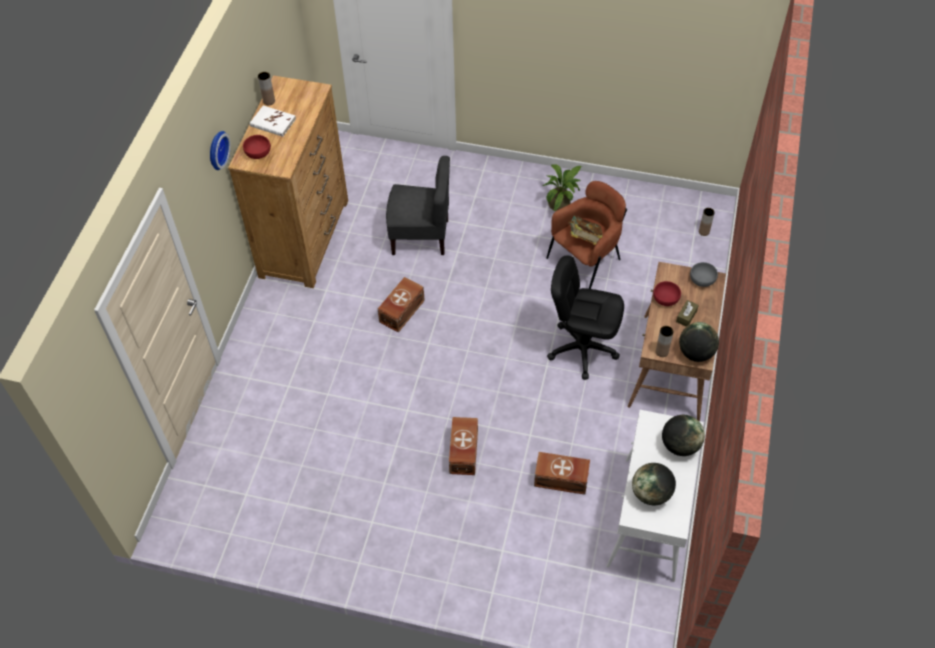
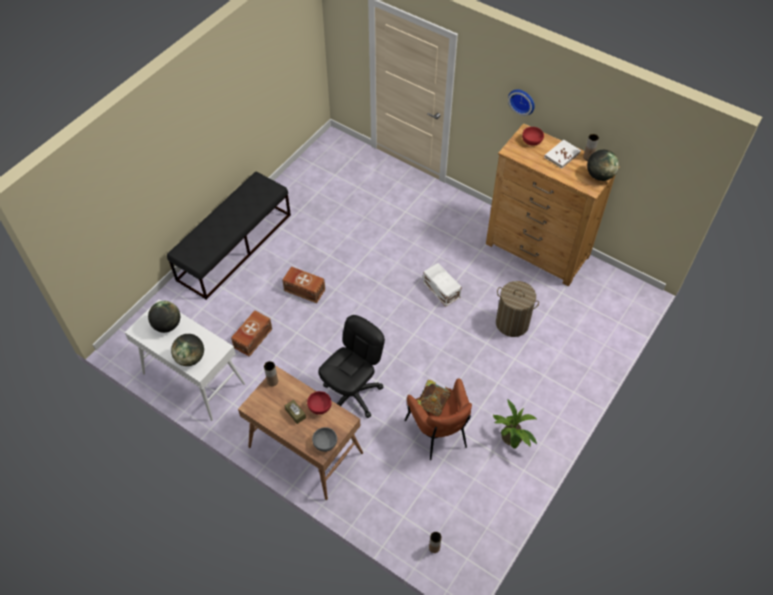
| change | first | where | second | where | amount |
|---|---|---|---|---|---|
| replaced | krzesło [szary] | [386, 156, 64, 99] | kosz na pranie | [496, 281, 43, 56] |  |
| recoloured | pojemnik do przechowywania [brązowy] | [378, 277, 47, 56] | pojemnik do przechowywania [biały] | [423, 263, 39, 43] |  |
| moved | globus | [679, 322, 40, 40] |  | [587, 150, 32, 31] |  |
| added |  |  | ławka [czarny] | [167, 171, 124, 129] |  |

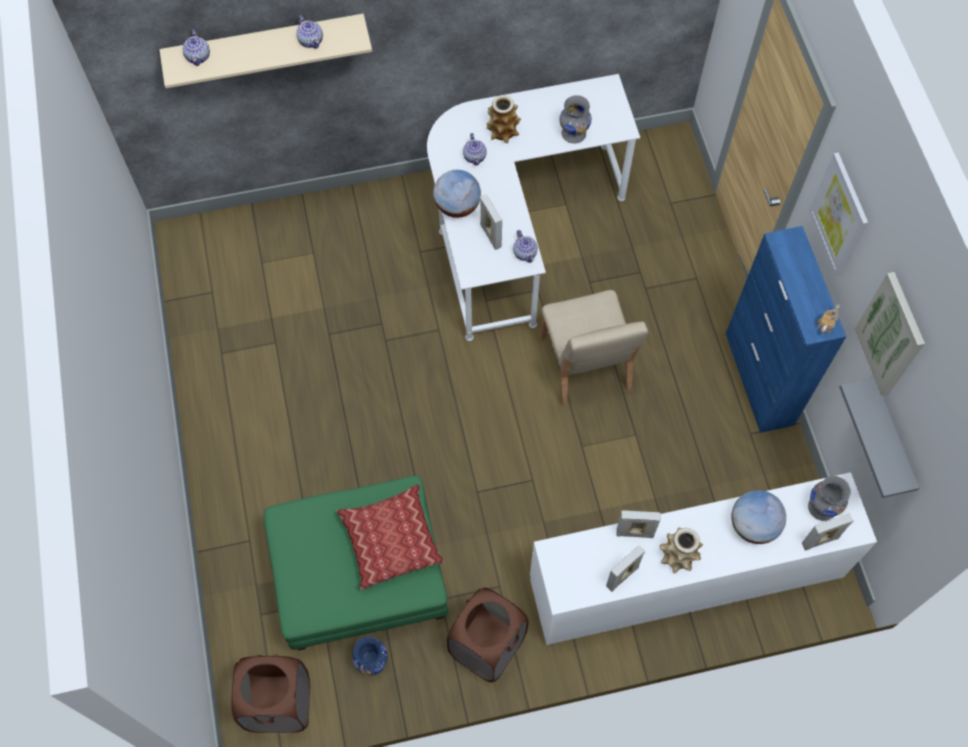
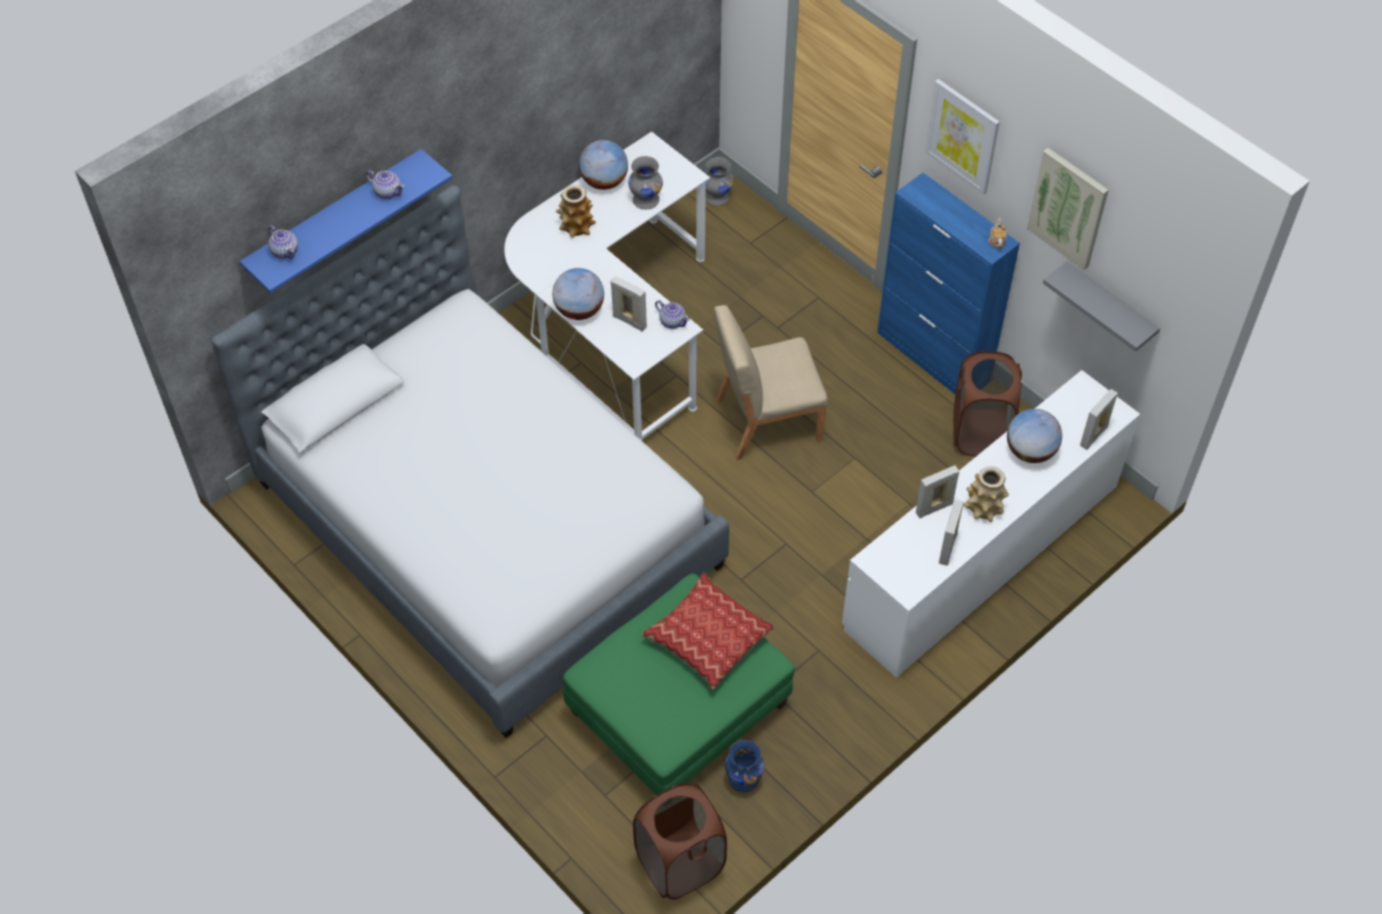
| change | first | where | second | where | amount |
|---|---|---|---|---|---|
| recoloured | półka [beżowy] | [159, 14, 213, 74] | półka [niebieski] | [239, 149, 213, 144] |  |
| removed | imbryk | [463, 133, 23, 33] |  |  |  |
| turned | krzesło [beżowy] | [540, 290, 108, 117] |  | [714, 305, 114, 155] | 120 degrees clockwise |
| moved | wazon [szary] | [808, 476, 43, 45] |  | [705, 157, 29, 49] |  |
| moved | kosz na pranie [brązowy] | [447, 588, 82, 94] |  | [953, 351, 69, 106] |  |
| added |  |  | globus | [579, 140, 49, 50] |  |
| added |  |  | łóżko | [211, 185, 518, 553] |  |

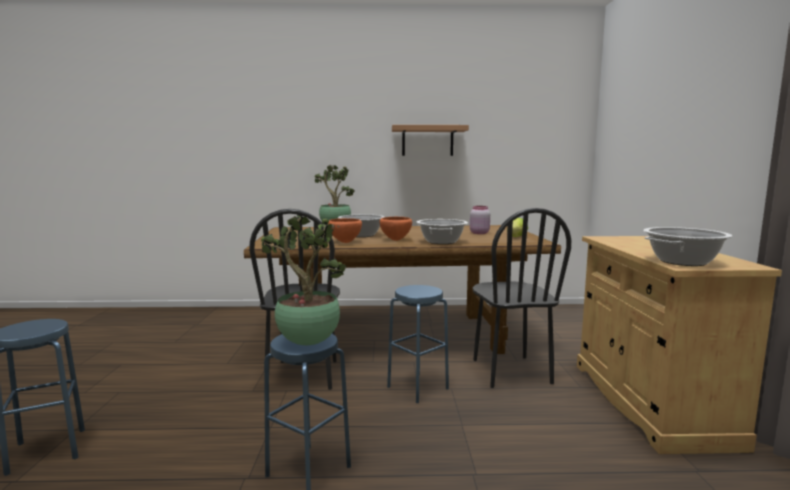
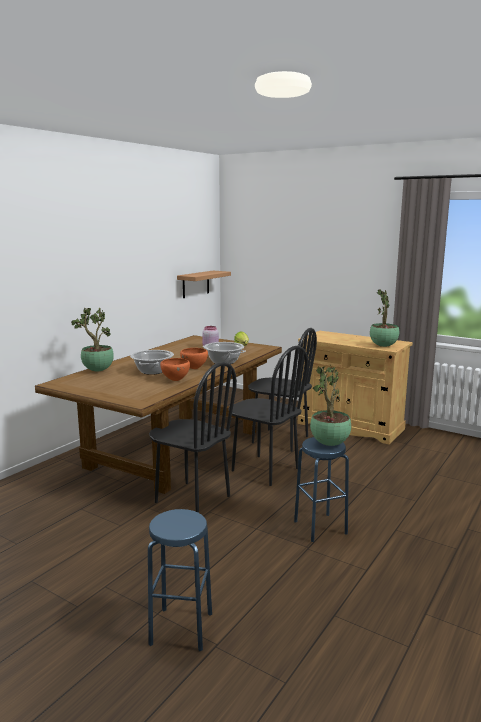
| change | first | where | second | where | amount |
|---|---|---|---|---|---|
| moved | półka | [392, 125, 77, 31] |  | [177, 271, 54, 27] |  |
| replaced | garnek | [643, 227, 89, 39] | roślina doniczkowa | [370, 289, 29, 58] |  |
| replaced | stołek [niebieski] | [387, 285, 62, 118] | krzesło [czarny] | [229, 346, 79, 140] |  |

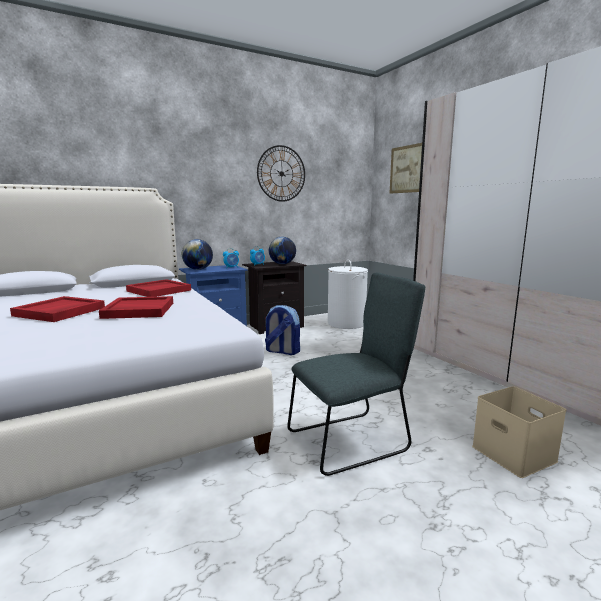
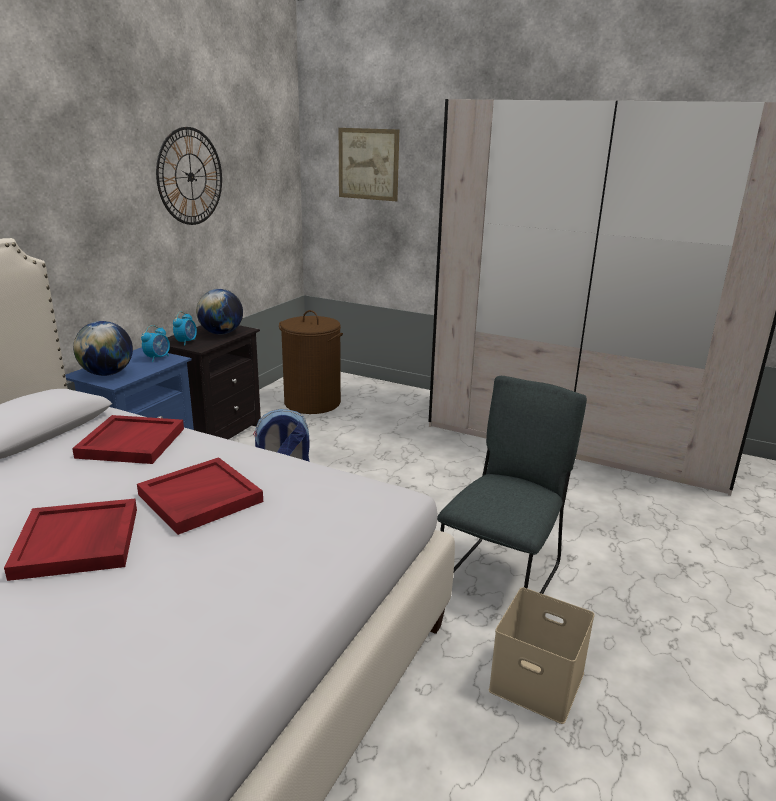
| change | first | where | second | where | amount |
|---|---|---|---|---|---|
| recoloured | kosz na pranie [biały] | [328, 260, 40, 69] | kosz na pranie [brązowy] | [279, 310, 64, 104] |  |
| moved | pojemnik do przechowywania [beżowy] | [472, 386, 95, 92] |  | [489, 587, 106, 137] |  |

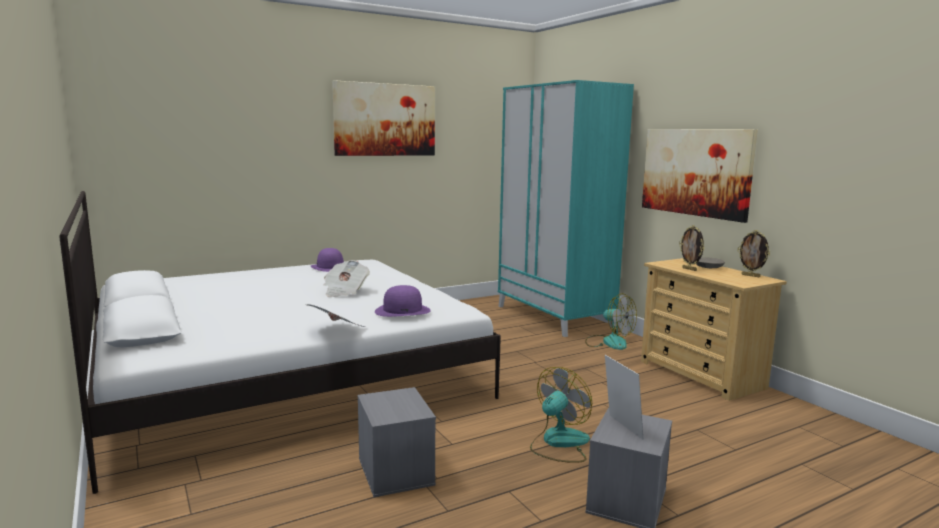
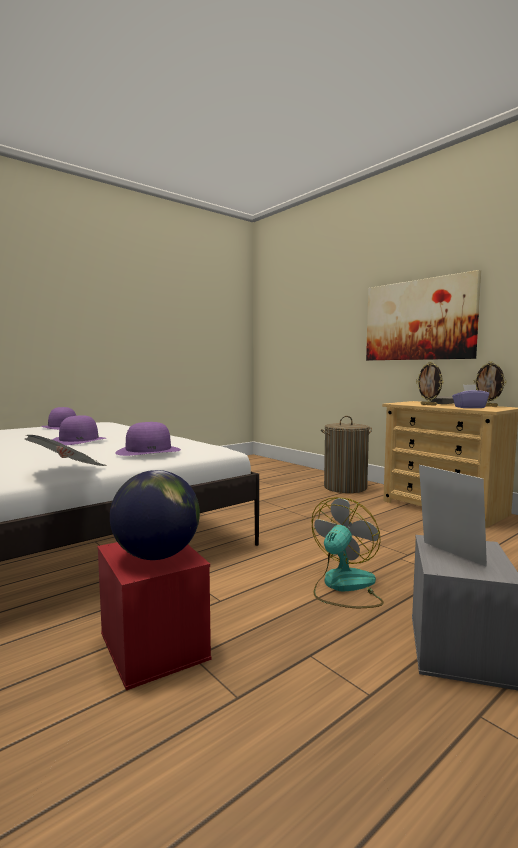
| change | first | where | second | where | amount |
|---|---|---|---|---|---|
| removed | obraz | [332, 80, 103, 76] |  |  |  |
| removed | szafa [turkusowy] | [498, 80, 136, 257] |  |  |  |
| replaced | gazeta | [324, 260, 46, 37] | kapelusz [fioletowy] | [52, 415, 54, 30] |  |
| replaced | wentylator | [585, 293, 52, 57] | kosz na pranie | [321, 416, 51, 77] |  |
| recoloured | pojemnik do przechowywania [szary] | [357, 387, 79, 110] | pojemnik do przechowywania [czerwony] | [97, 542, 115, 148] |  |
| added |  |  | pudełko chusteczek [fioletowy] | [452, 385, 37, 23] |  |
| added |  |  | globus | [110, 470, 90, 90] |  |

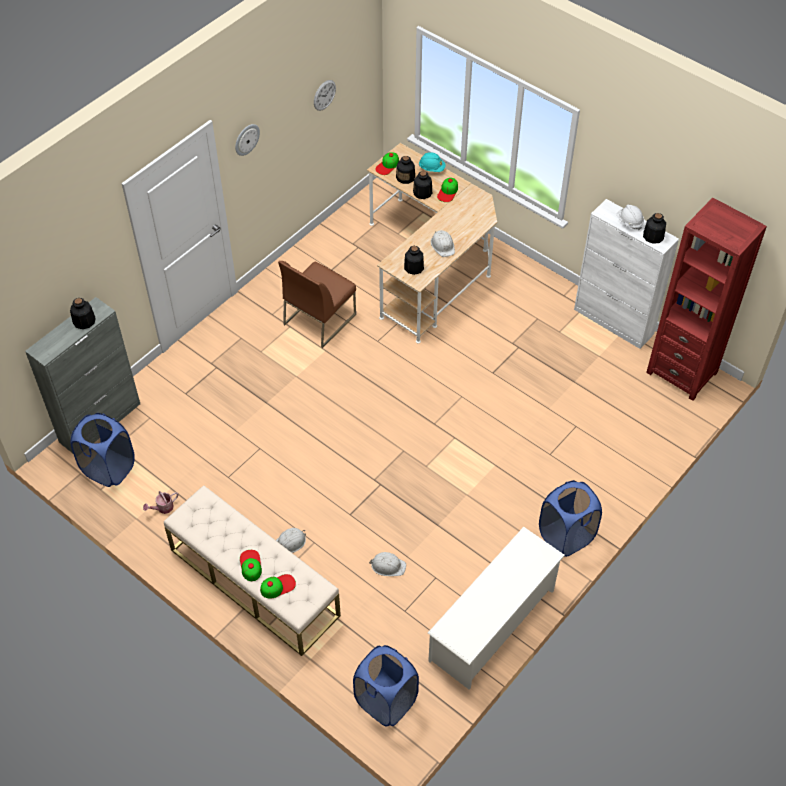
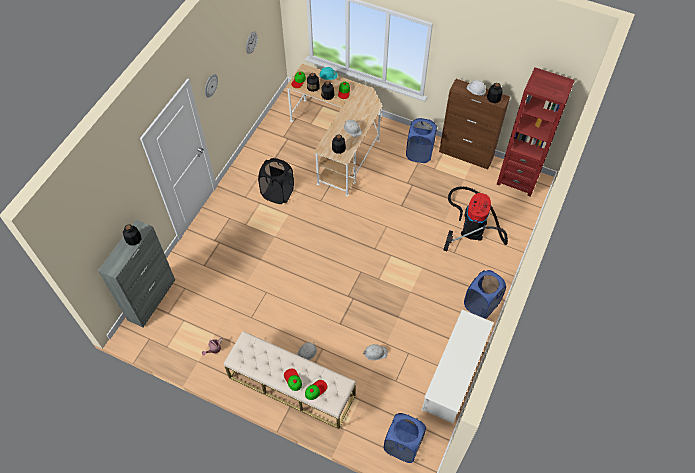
| change | first | where | second | where | amount |
|---|---|---|---|---|---|
| recoloured | szafka [biały] | [574, 199, 105, 150] | szafka [brązowy] | [439, 79, 71, 90] |  |
| replaced | krzesło [brązowy] | [278, 261, 78, 87] | kosz na pranie [czarny] | [258, 158, 36, 46] |  |
| moved | kosz na pranie [niebieski] | [71, 413, 64, 74] |  | [406, 118, 31, 45] |  |
| added |  |  | odkurzacz | [443, 186, 65, 65] |  |

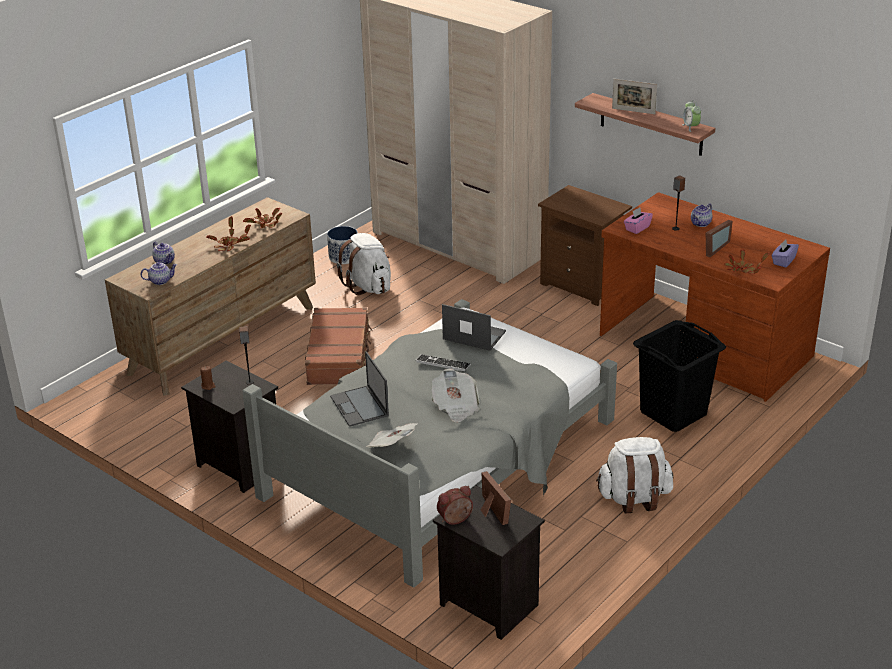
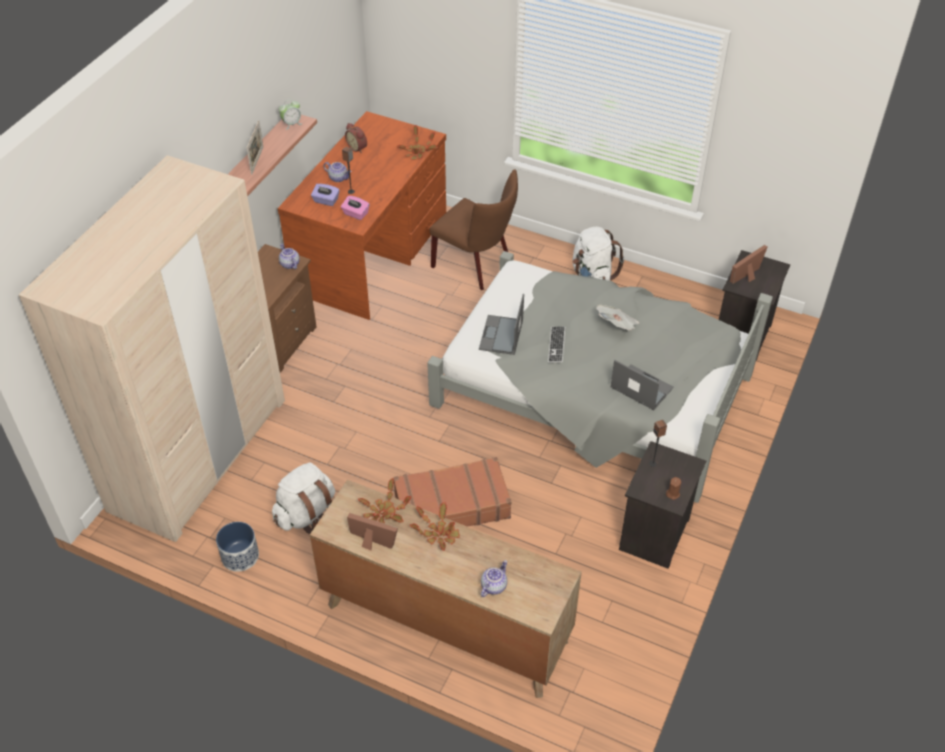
| change | first | where | second | where | amount |
|---|---|---|---|---|---|
| moved | ramka na zdjęcie | [706, 220, 27, 37] |  | [347, 513, 51, 37] |  |
| moved | pudełko chusteczek [fioletowy] | [772, 240, 27, 28] |  | [311, 184, 29, 22] |  |
| moved | imbryk | [141, 262, 36, 23] |  | [279, 244, 20, 25] |  |
| replaced | kosz na pranie [czarny] | [633, 320, 93, 112] | krzesło [brązowy] | [430, 169, 88, 121] |  |
| turned | laptop | [330, 351, 59, 76] |  | [611, 360, 63, 50] | 105 degrees counterclockwise |
| removed | gazeta | [366, 423, 52, 25] |  |  |  |
| moved | budzik | [437, 486, 36, 38] |  | [345, 123, 22, 30] |  |

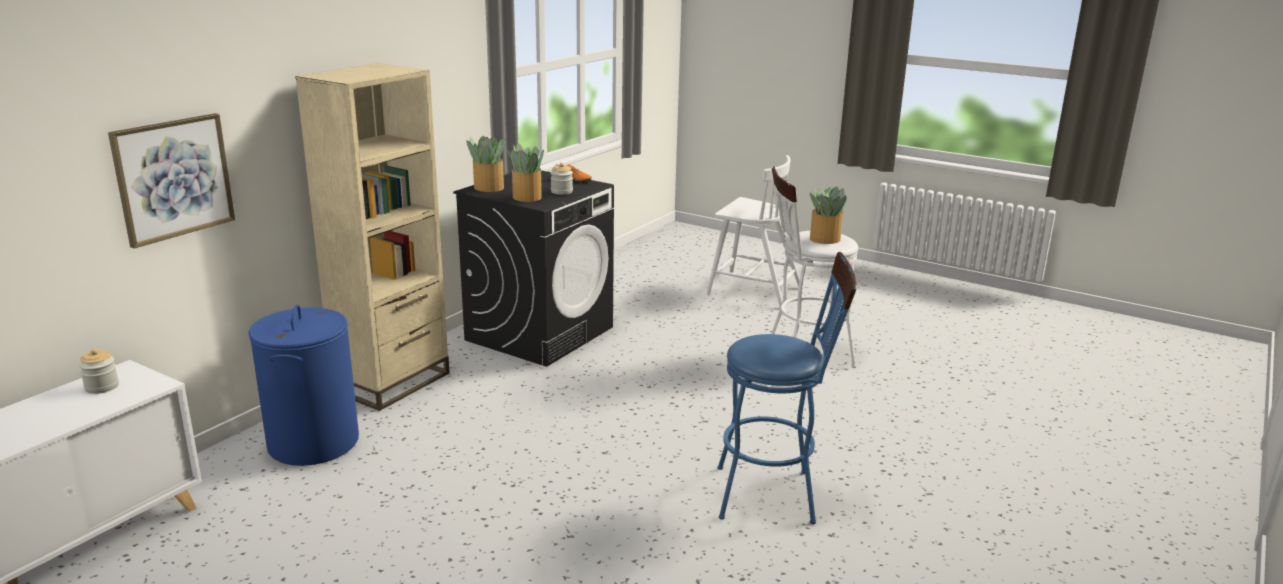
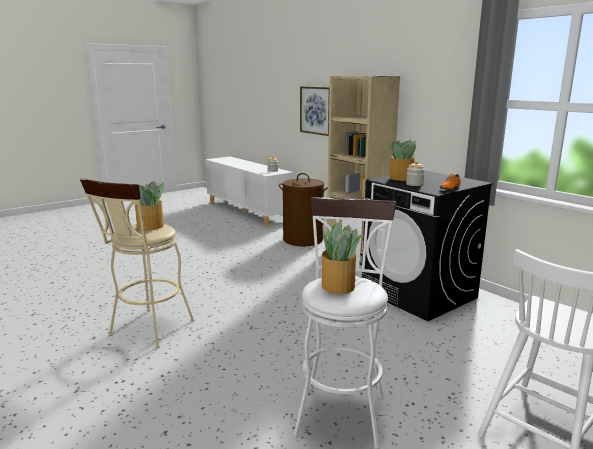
| change | first | where | second | where | amount |
|---|---|---|---|---|---|
| moved | roślina doniczkowa | [466, 136, 40, 56] |  | [135, 181, 30, 50] |  |
| recoloured | stołek [niebieski] | [718, 252, 139, 272] | stołek [beżowy] | [80, 178, 114, 170] |  |
| recoloured | kosz na pranie [niebieski] | [248, 305, 111, 161] | kosz na pranie [brązowy] | [279, 173, 49, 73] |  |

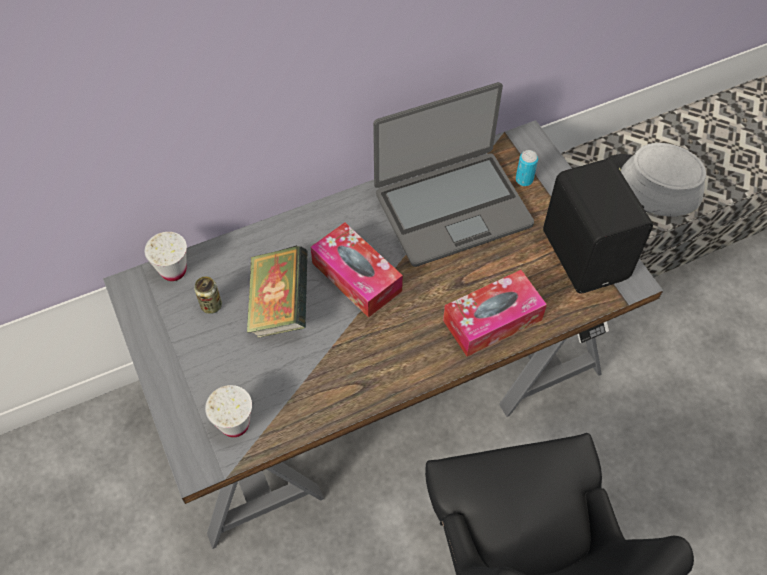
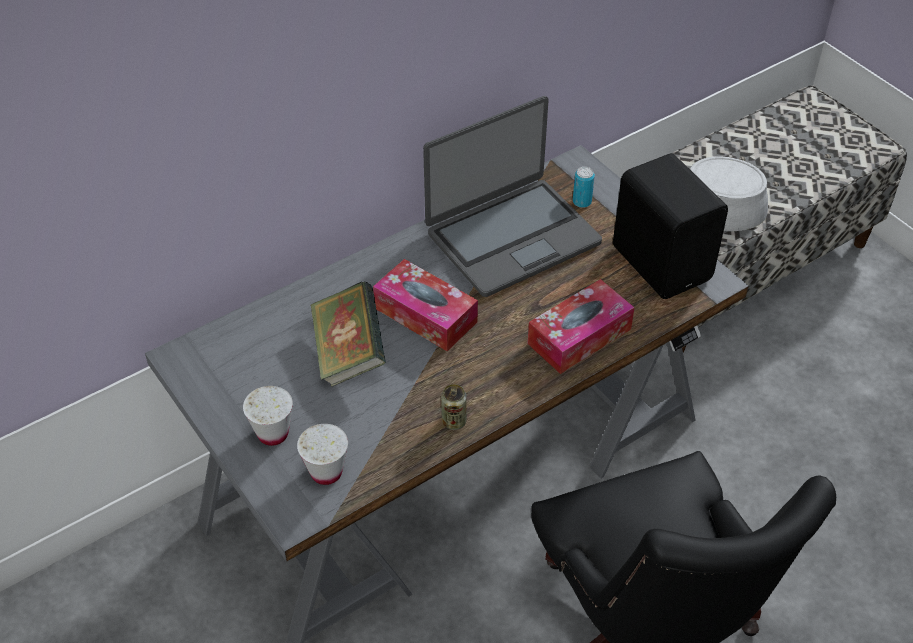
| change | first | where | second | where | amount |
|---|---|---|---|---|---|
| moved | filiżanka [biały] | [144, 232, 43, 49] |  | [243, 386, 50, 60] |  |
| moved | puszka | [194, 276, 28, 38] |  | [441, 384, 26, 46] |  |

